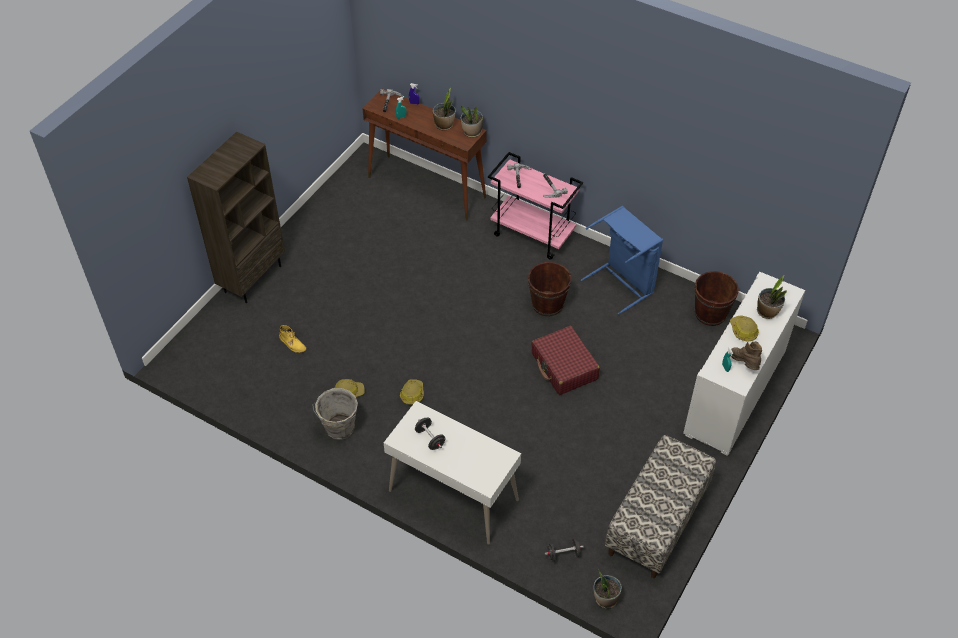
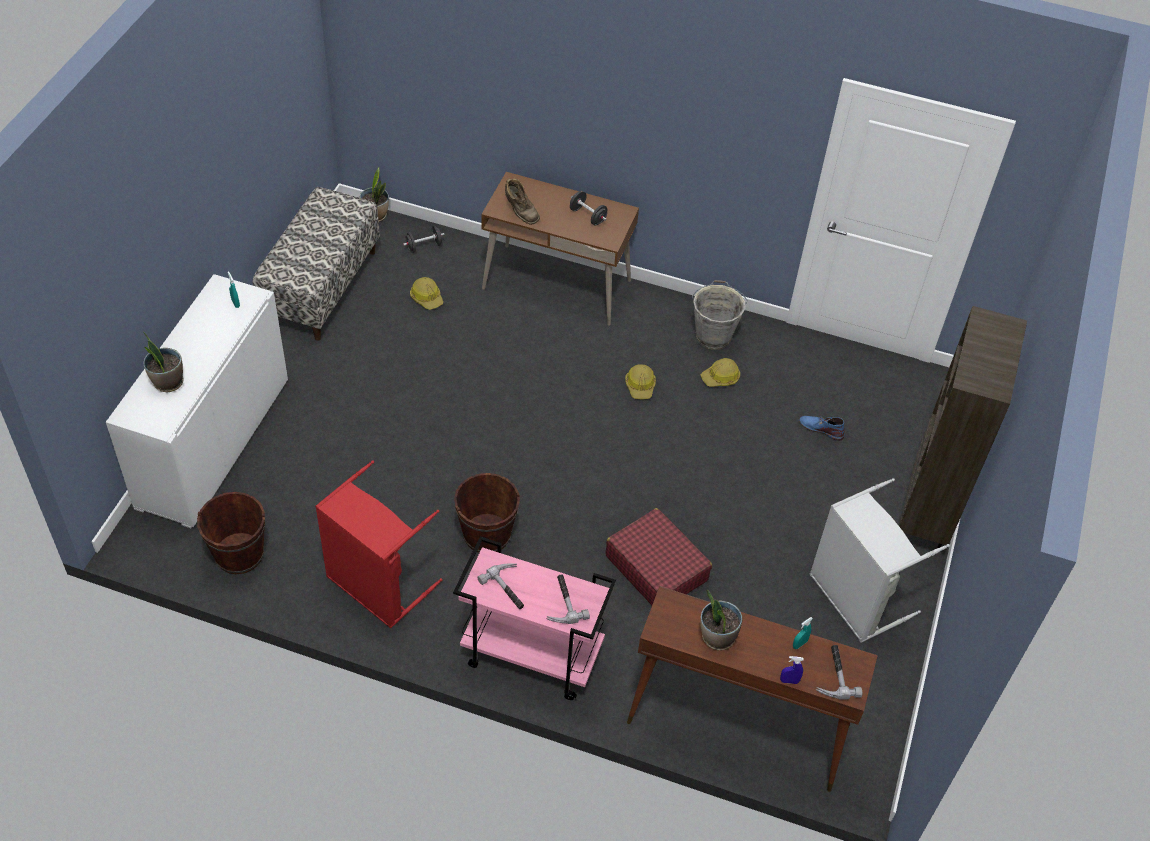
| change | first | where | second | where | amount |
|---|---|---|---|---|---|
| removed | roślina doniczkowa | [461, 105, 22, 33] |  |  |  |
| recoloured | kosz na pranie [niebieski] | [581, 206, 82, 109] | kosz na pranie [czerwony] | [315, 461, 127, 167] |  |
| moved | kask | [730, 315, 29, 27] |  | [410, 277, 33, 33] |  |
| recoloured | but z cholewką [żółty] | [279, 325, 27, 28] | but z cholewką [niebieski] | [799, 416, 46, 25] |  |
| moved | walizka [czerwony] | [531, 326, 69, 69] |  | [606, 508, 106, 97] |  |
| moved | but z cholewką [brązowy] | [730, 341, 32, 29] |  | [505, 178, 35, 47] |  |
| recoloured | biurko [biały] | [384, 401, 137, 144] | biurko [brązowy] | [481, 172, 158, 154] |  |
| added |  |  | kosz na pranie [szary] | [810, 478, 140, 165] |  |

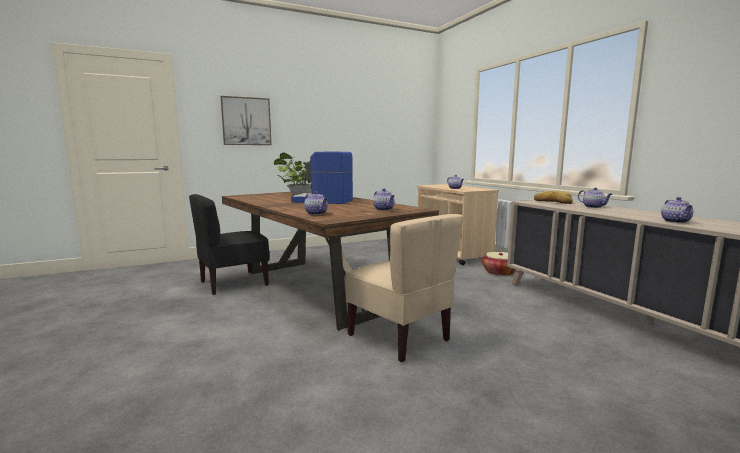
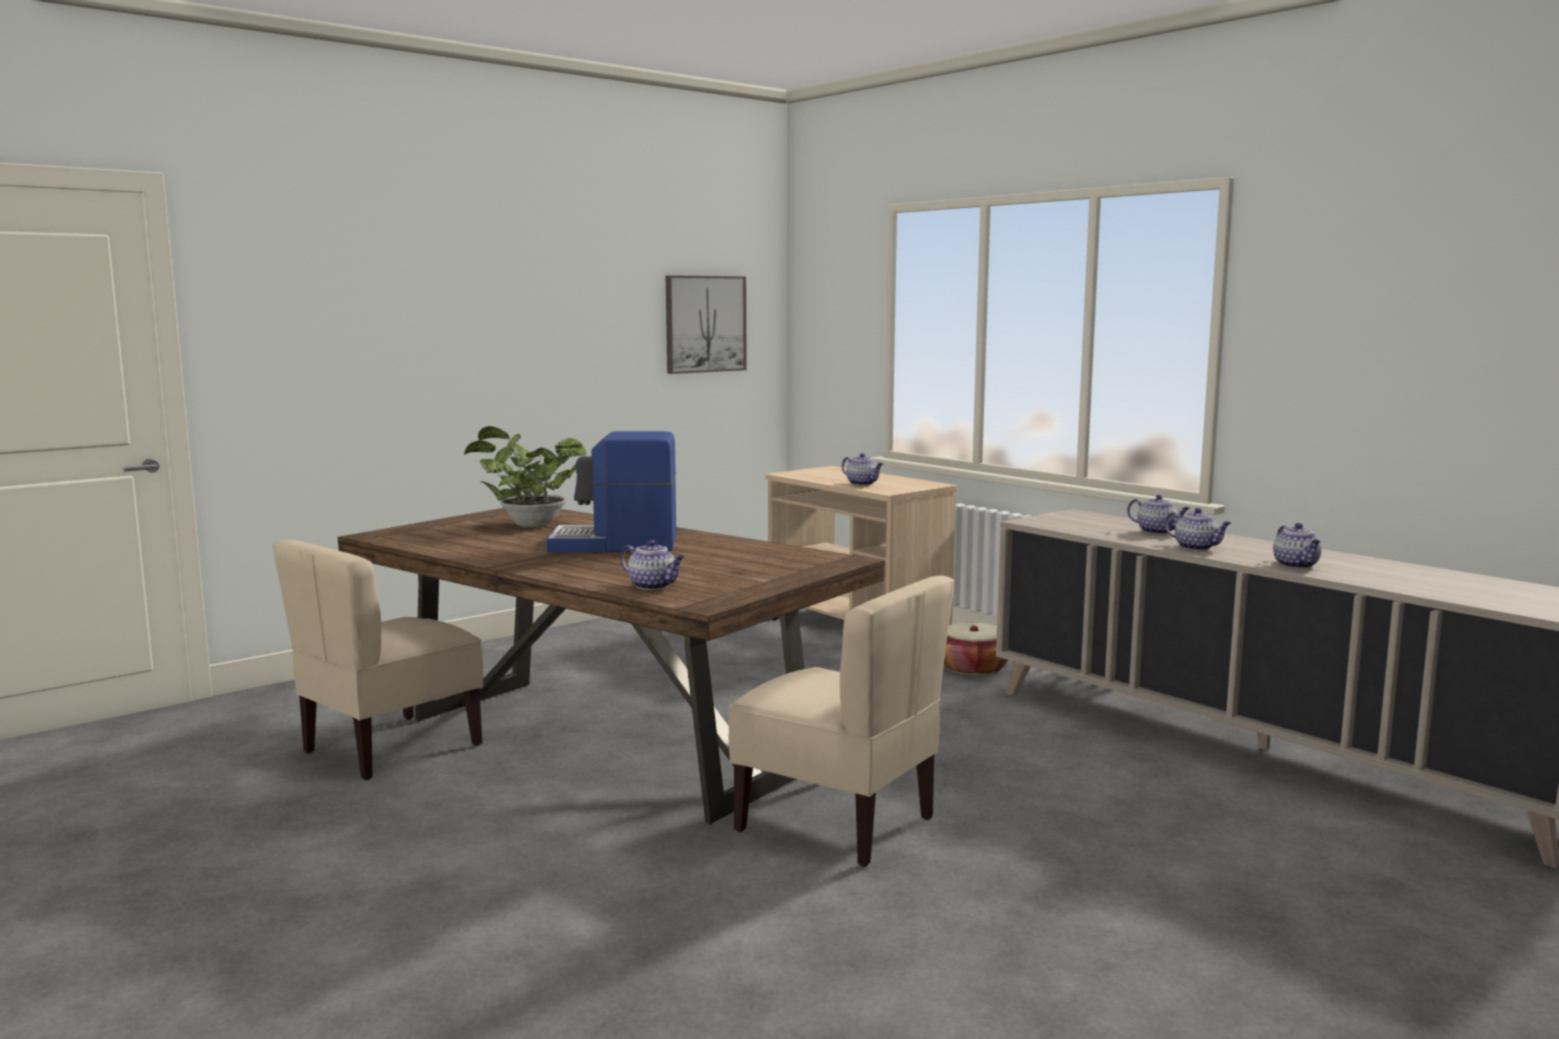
| change | first | where | second | where | amount |
|---|---|---|---|---|---|
| moved | obraz | [221, 96, 51, 49] |  | [666, 275, 81, 99] |  |
| moved | imbryk | [373, 189, 22, 22] |  | [1164, 508, 67, 43] |  |
| removed | chleb | [534, 191, 39, 13] |  |  |  |
| recoloured | krzesło [czarny] | [189, 194, 80, 101] | krzesło [beżowy] | [273, 540, 210, 240] |  |

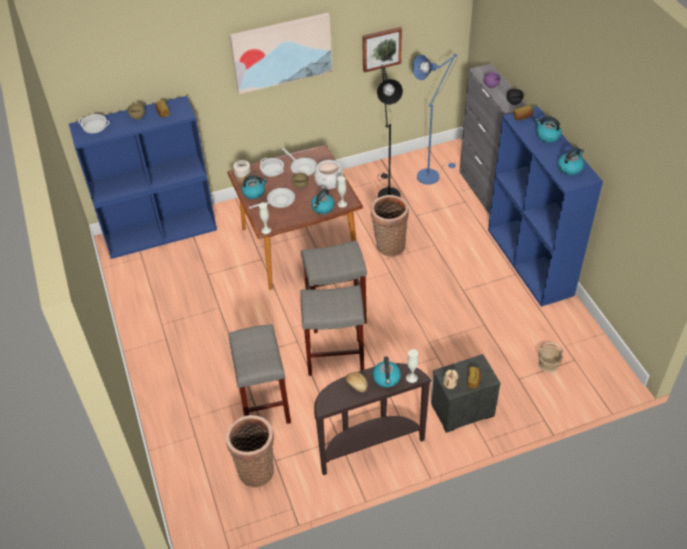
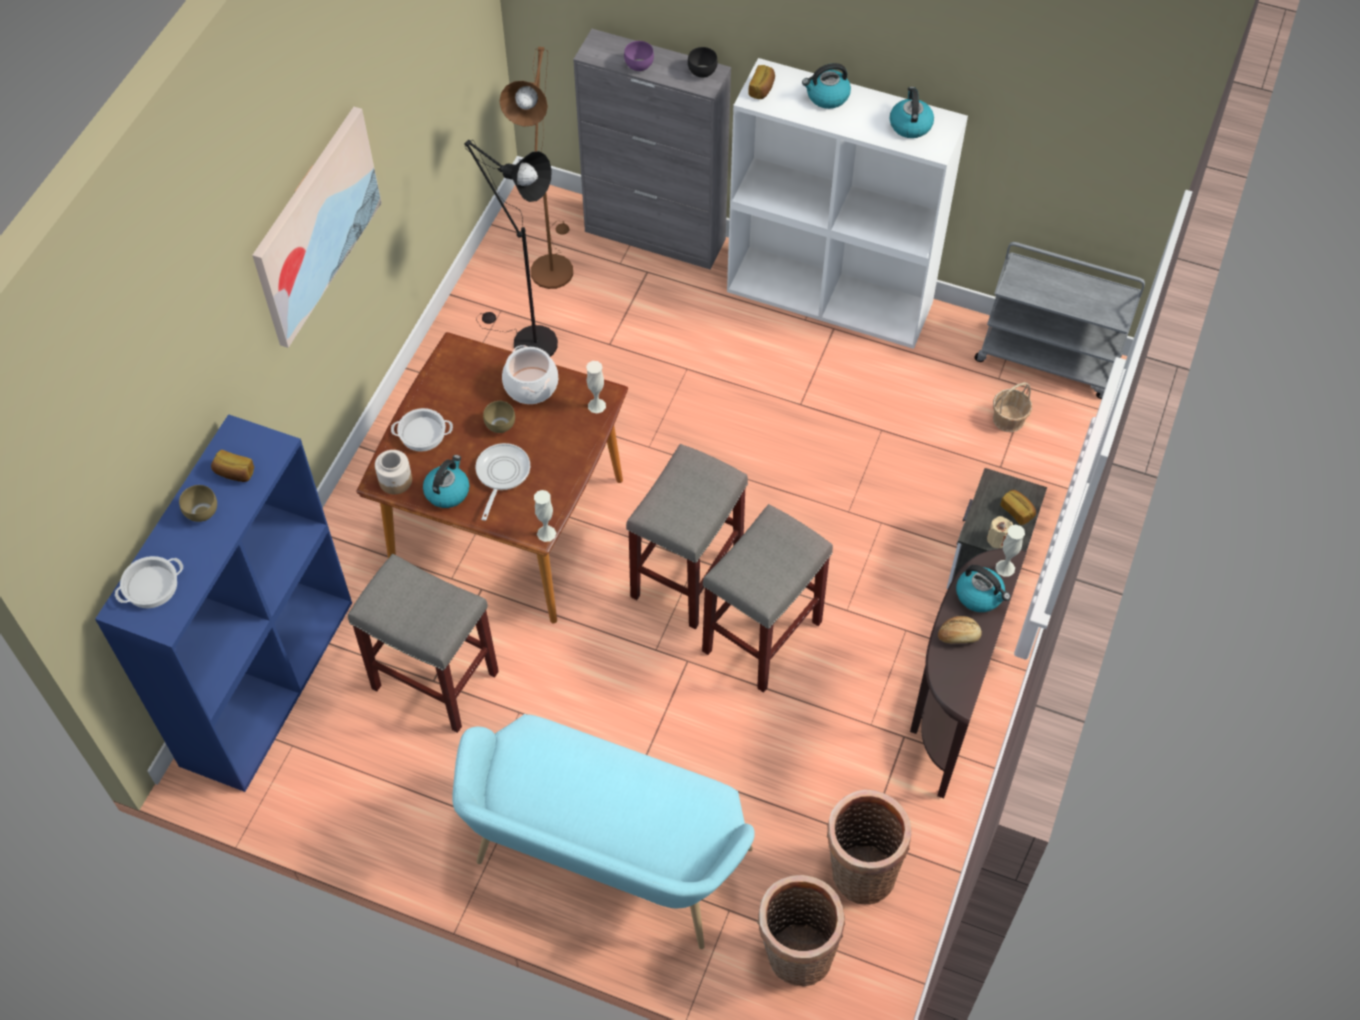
| change | first | where | second | where | amount |
|---|---|---|---|---|---|
| removed | obraz | [362, 27, 40, 46] |  |  |  |
| recoloured | lampa stojąca [niebieski] | [413, 54, 45, 131] | lampa stojąca [brązowy] | [499, 47, 74, 242] |  |
| recoloured | regał [niebieski] | [488, 106, 115, 201] | regał [biały] | [727, 58, 241, 291] |  |
| removed | patelnia | [282, 148, 35, 28] |  |  |  |
| removed | czajnik | [311, 189, 24, 25] |  |  |  |
| moved | koszyk | [371, 195, 38, 61] |  | [757, 875, 88, 112] |  |
| moved | stołek [szary] | [228, 324, 63, 100] |  | [348, 554, 151, 179] |  |
| added |  |  | wózek [szary] | [974, 242, 171, 157] |  |
| added |  |  | ławka [turkusowy] | [452, 714, 303, 235] |  |

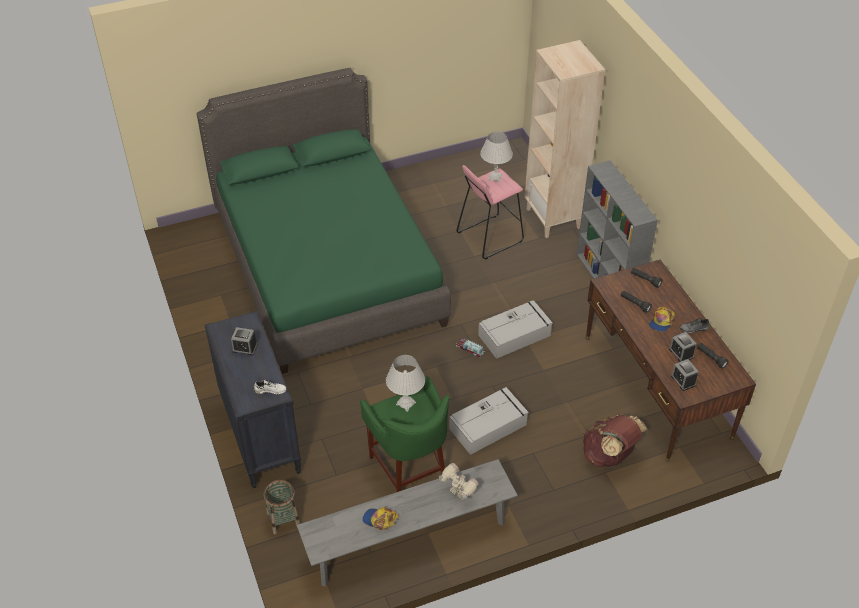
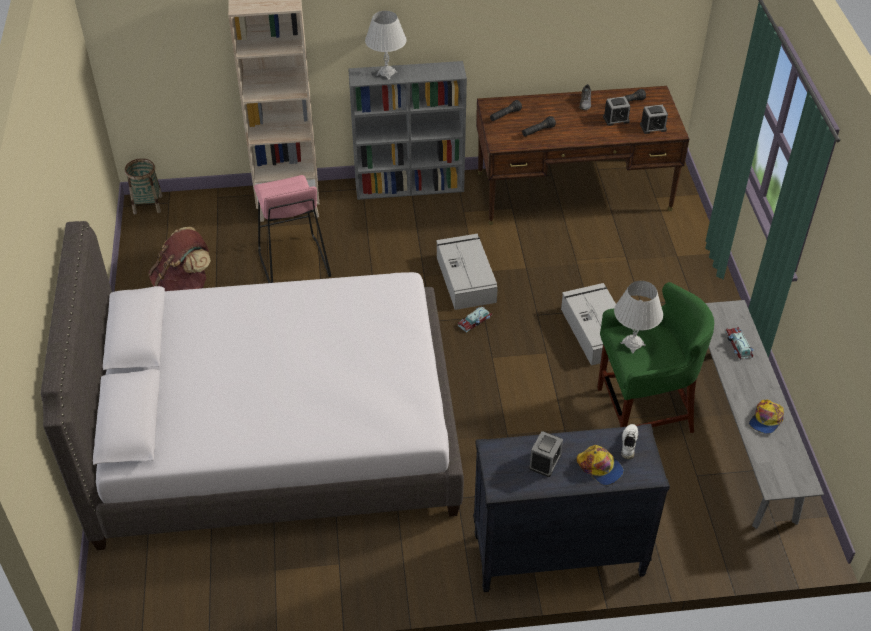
| change | first | where | second | where | amount |
|---|---|---|---|---|---|
| recoloured | łóżko [zielony] | [197, 68, 254, 306] | łóżko [biały] | [41, 221, 423, 329] |  |
| moved | lampa stołowa [biały] | [480, 132, 33, 51] |  | [365, 11, 42, 69] |  |
| moved | czapka z daszkiem | [649, 307, 26, 25] |  | [577, 445, 47, 40] |  |
| moved | plecak [brązowy] | [583, 415, 65, 52] |  | [149, 227, 62, 64] |  |
| replaced | robot zabawkowy | [439, 463, 40, 37] | samochodzik | [725, 327, 29, 33] |  |
| moved | koszyk | [264, 480, 36, 54] |  | [125, 158, 38, 56] |  |

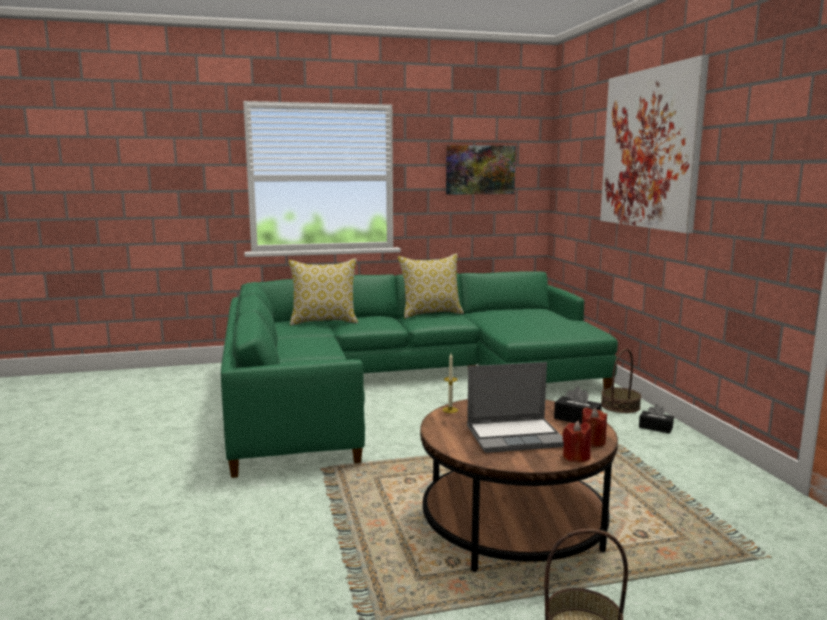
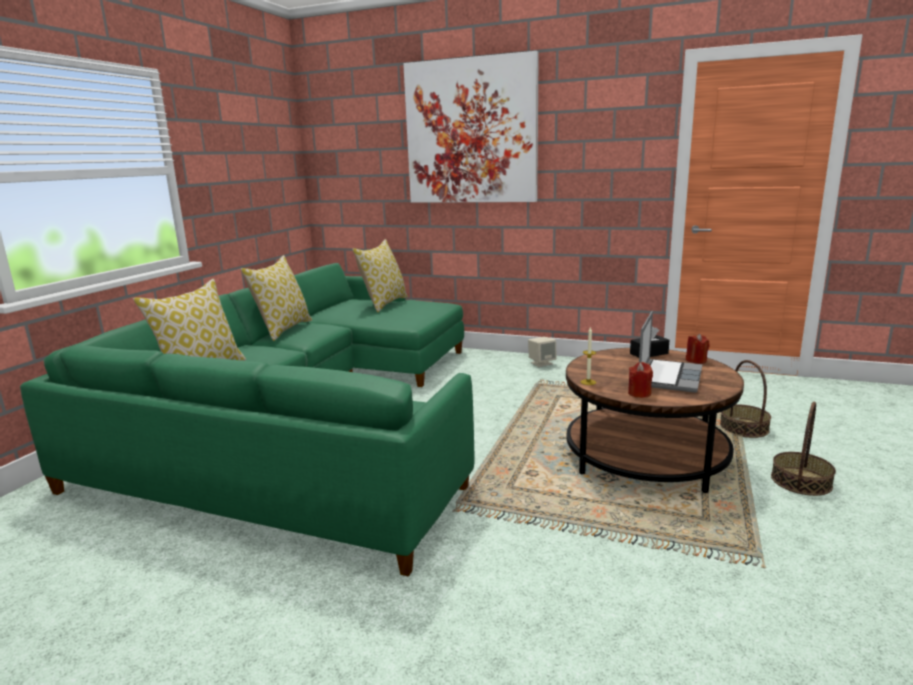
| change | first | where | second | where | amount |
|---|---|---|---|---|---|
| removed | obraz | [446, 145, 70, 50] |  |  |  |
| moved | koszyk | [601, 349, 40, 64] |  | [720, 360, 51, 78] |  |
| replaced | pudełko chusteczek [czarny] | [639, 404, 35, 30] | głośnik [beżowy] | [528, 337, 29, 30] |  |
| moved | świeca [czerwony] | [562, 421, 29, 41] |  | [628, 362, 25, 36] |  |
| added |  |  | poduszka | [352, 239, 56, 73] |  |

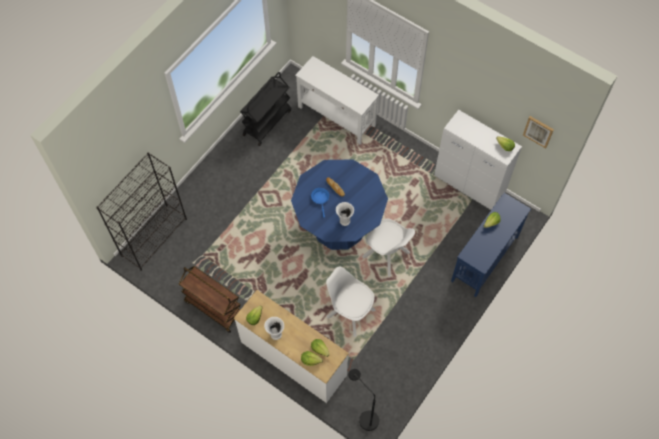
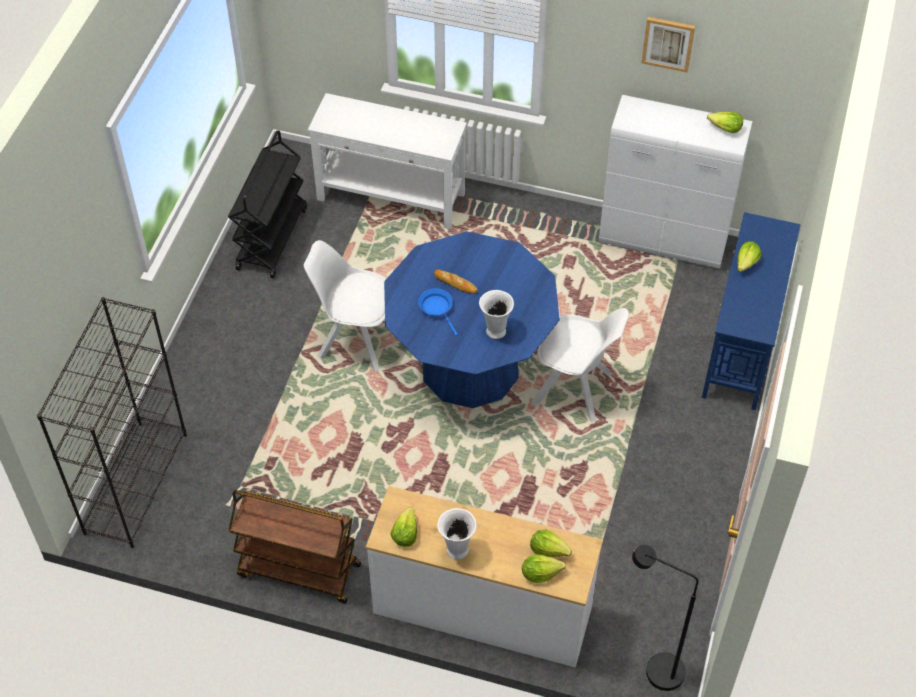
| change | first | where | second | where | amount |
|---|---|---|---|---|---|
| moved | obraz | [523, 116, 31, 32] |  | [641, 17, 54, 55] |  |
| moved | krzesło [biały] | [326, 267, 50, 70] |  | [304, 240, 83, 132] |  |

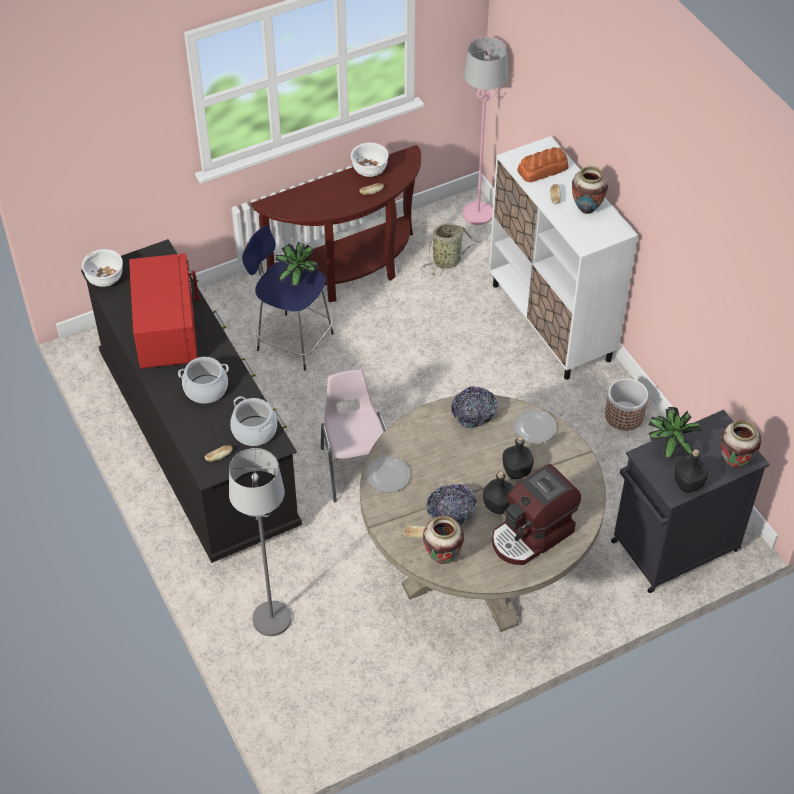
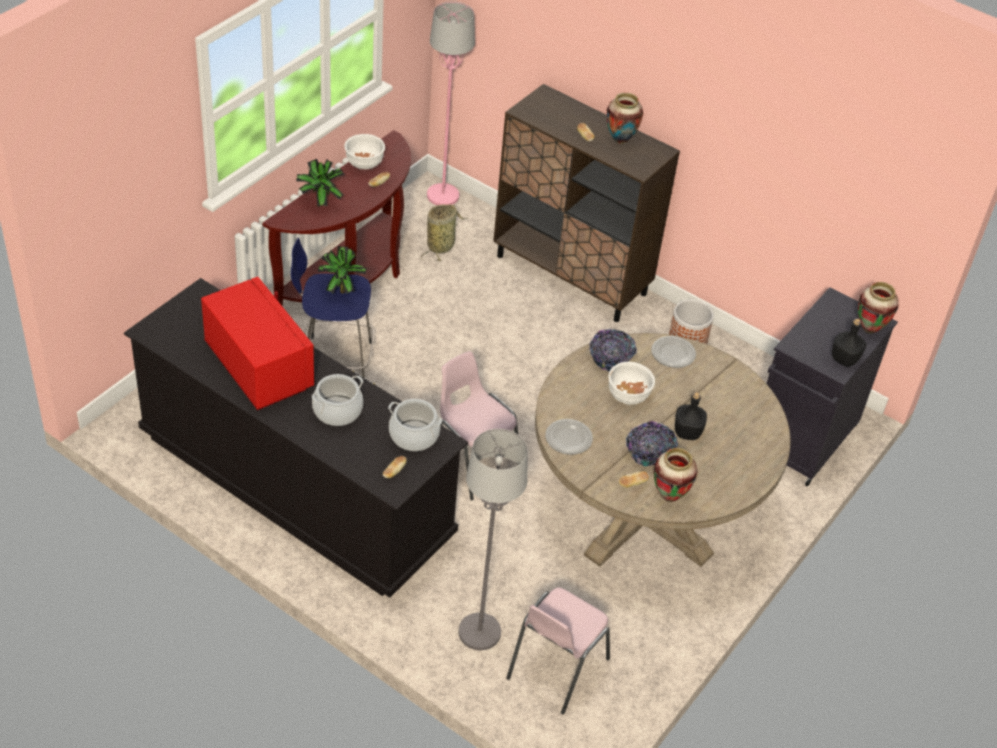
| change | first | where | second | where | amount |
|---|---|---|---|---|---|
| recoloured | szafka [biały] | [489, 136, 149, 244] | szafka [brązowy] | [493, 84, 187, 238] |  |
| removed | chleb | [517, 147, 52, 35] |  |  |  |
| moved | miska [biały] | [82, 249, 41, 38] |  | [608, 362, 47, 43] |  |
| moved | roślina doniczkowa | [648, 407, 54, 52] |  | [296, 159, 48, 48] |  |
| removed | butelka [czarny] | [502, 436, 32, 43] |  |  |  |
| removed | ekspres do kawy | [492, 464, 89, 101] |  |  |  |
| added |  |  | krzesło [różowy] | [506, 587, 104, 127] |  |

